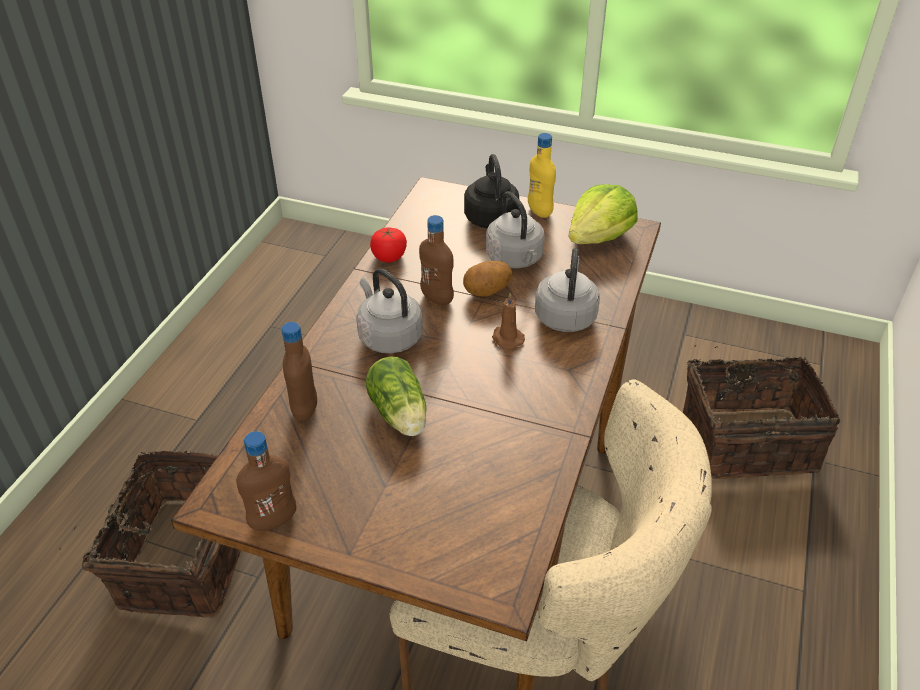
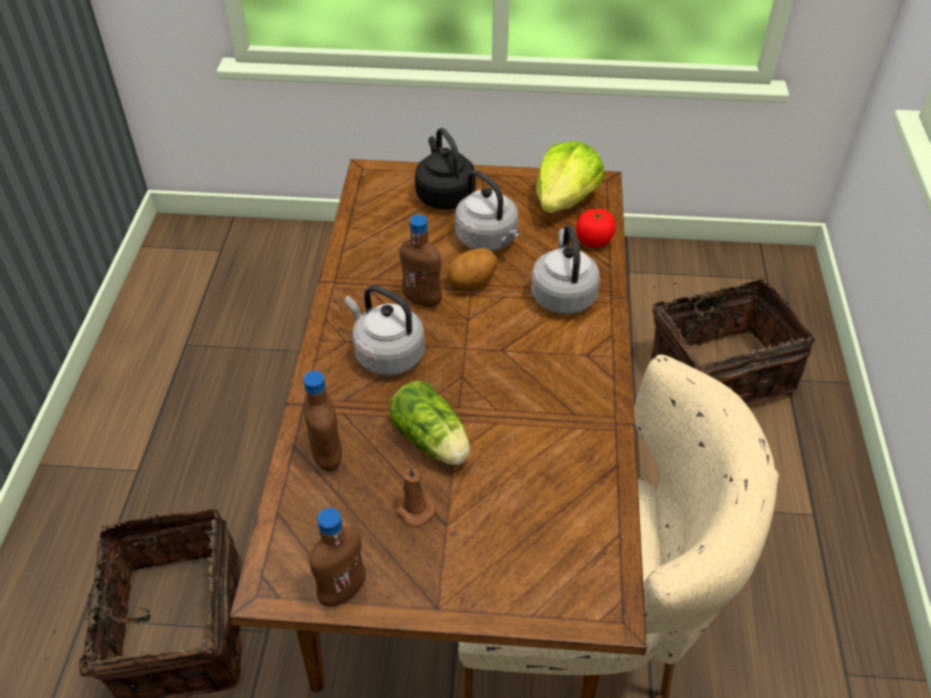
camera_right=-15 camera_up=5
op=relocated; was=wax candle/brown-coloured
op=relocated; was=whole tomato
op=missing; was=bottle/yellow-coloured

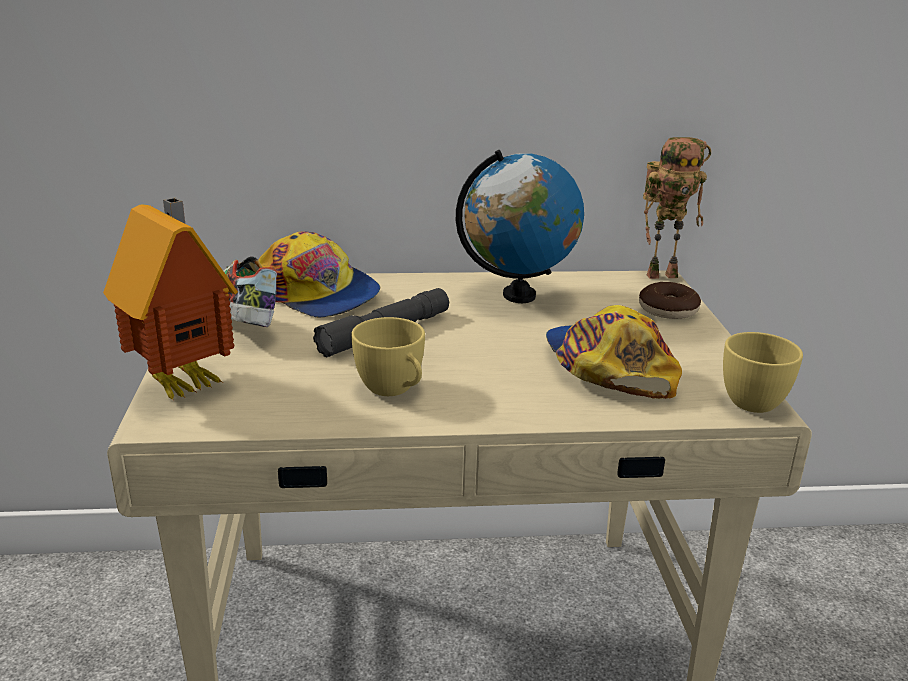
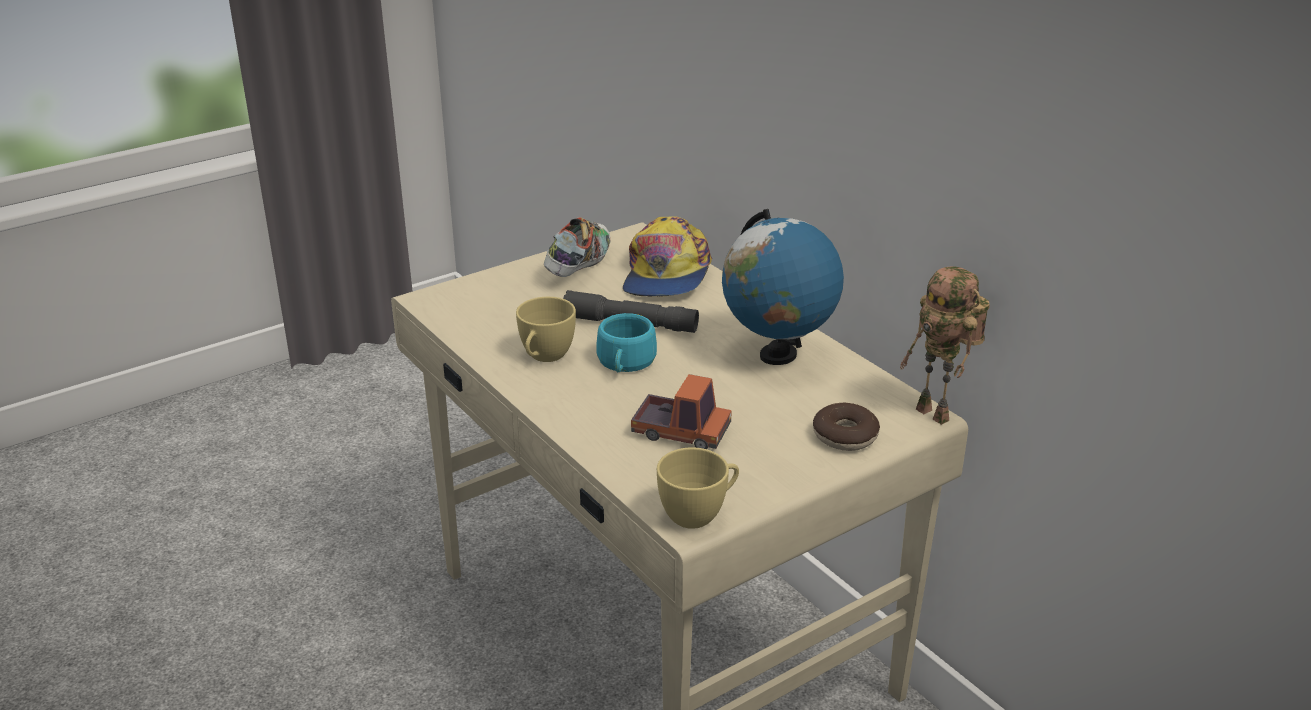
camera_right=60 camera_up=5
op=appeared; now=drinking cup/turquoise
op=exchanged; was=baseball cap (no. 2 from left); now=toy lorry
op=missing; was=model house

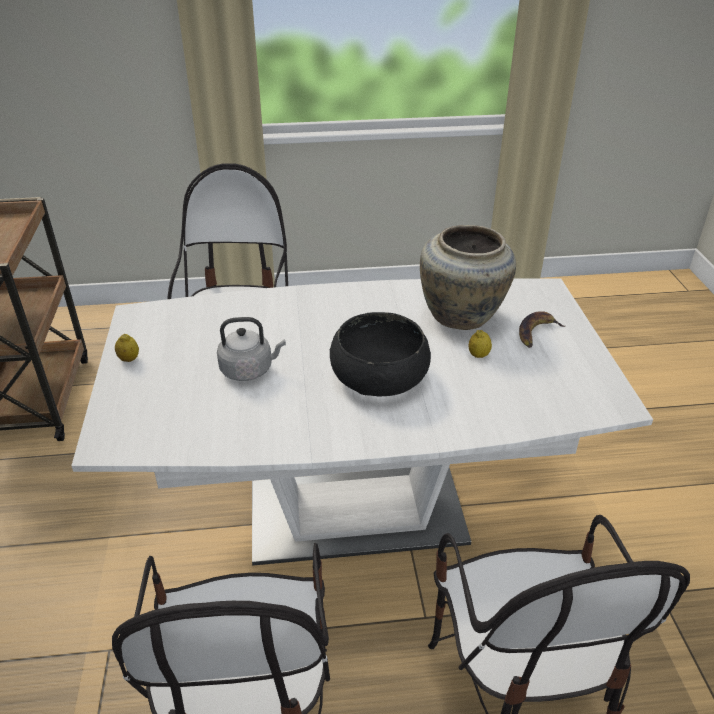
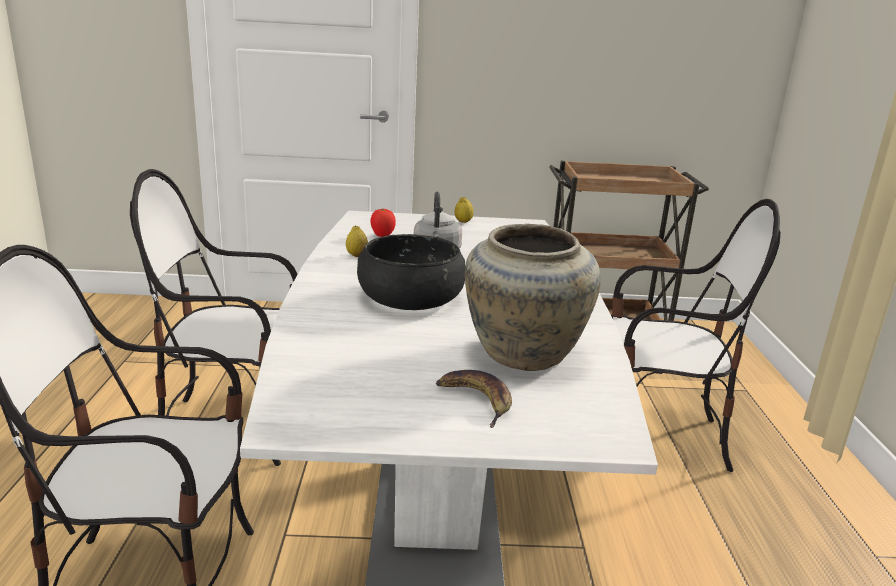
camera_right=95 camera_up=-15
op=relocated; was=citrus fruit (no. 2 from left in the first image); now=citrus fruit (no. 1 from left)
op=appeared; now=whole tomato

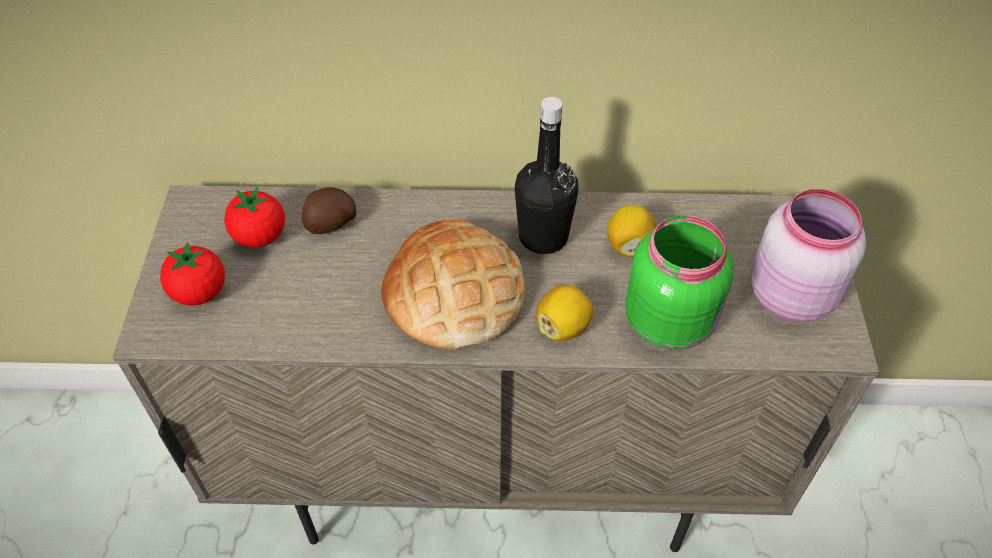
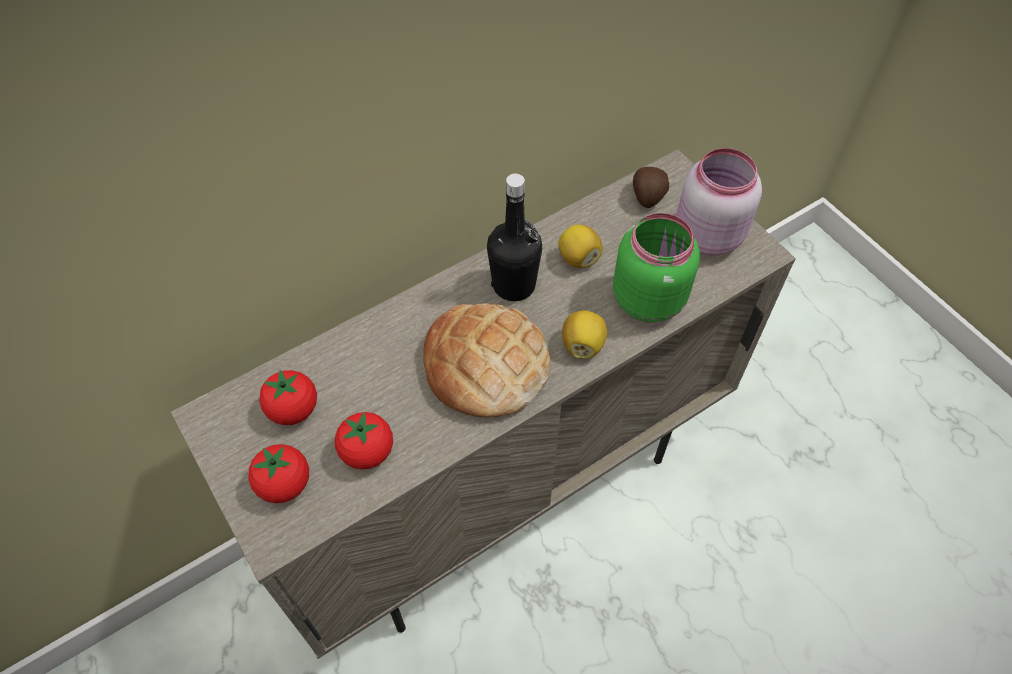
camera_right=-35 camera_up=5
op=appeared; now=whole tomato (no. 3 from left)
op=relocated; was=spud

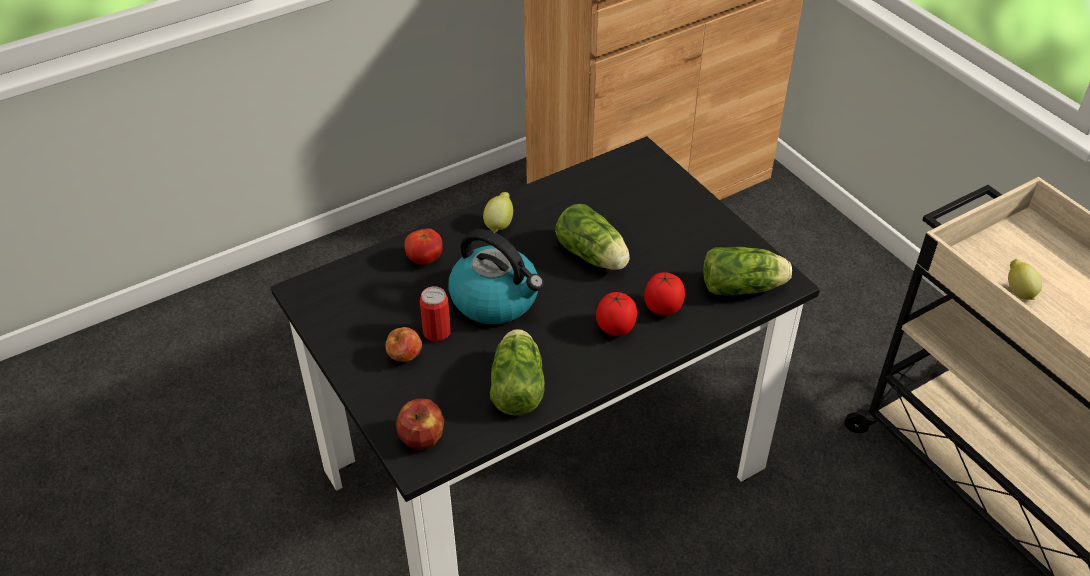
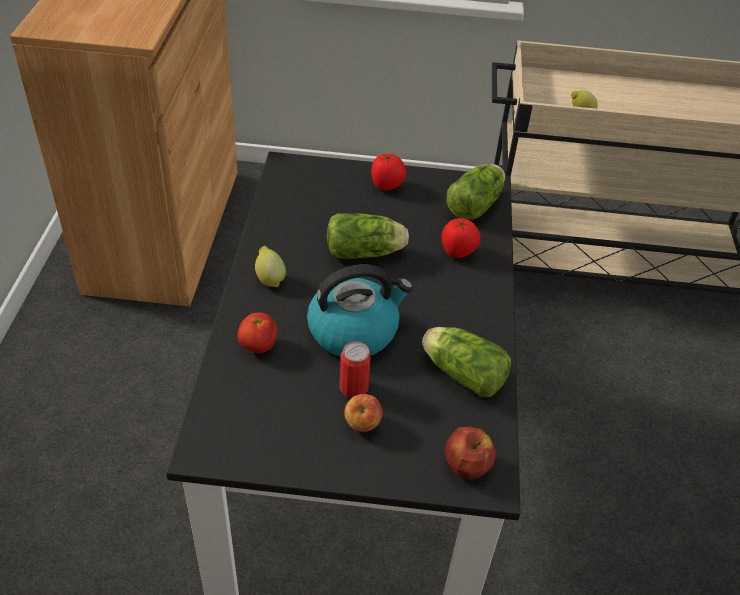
camera_right=-55 camera_up=0
op=relocated; was=whole tomato (no. 2 from left)

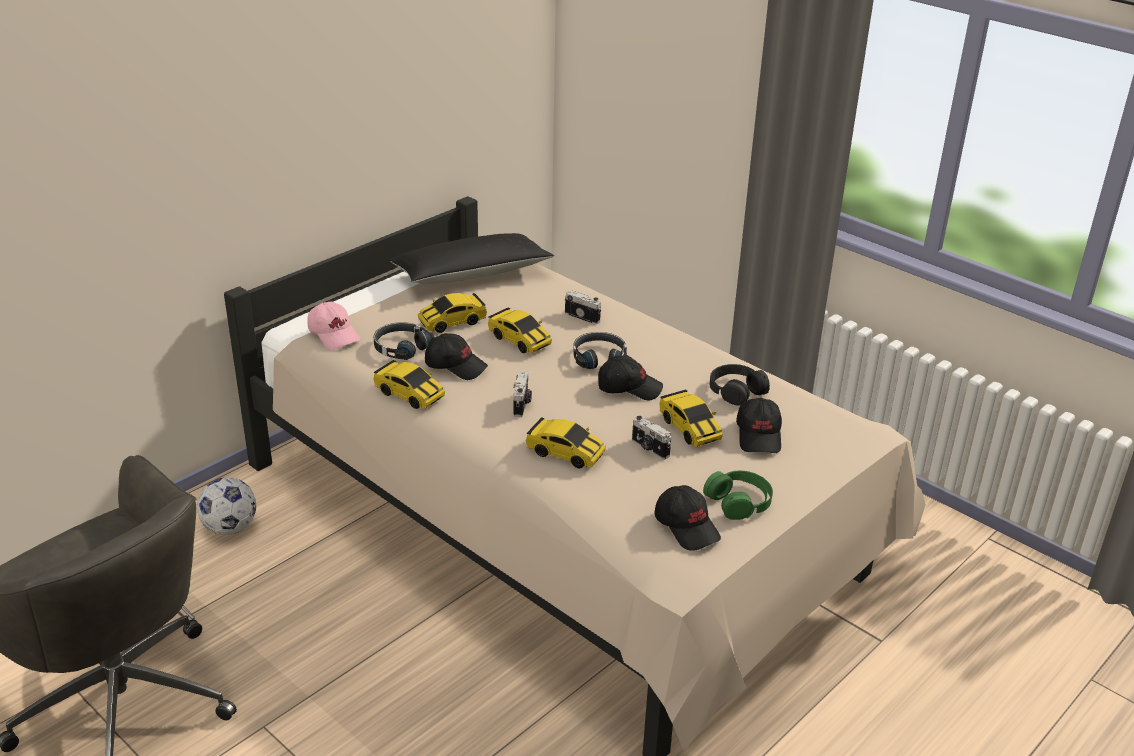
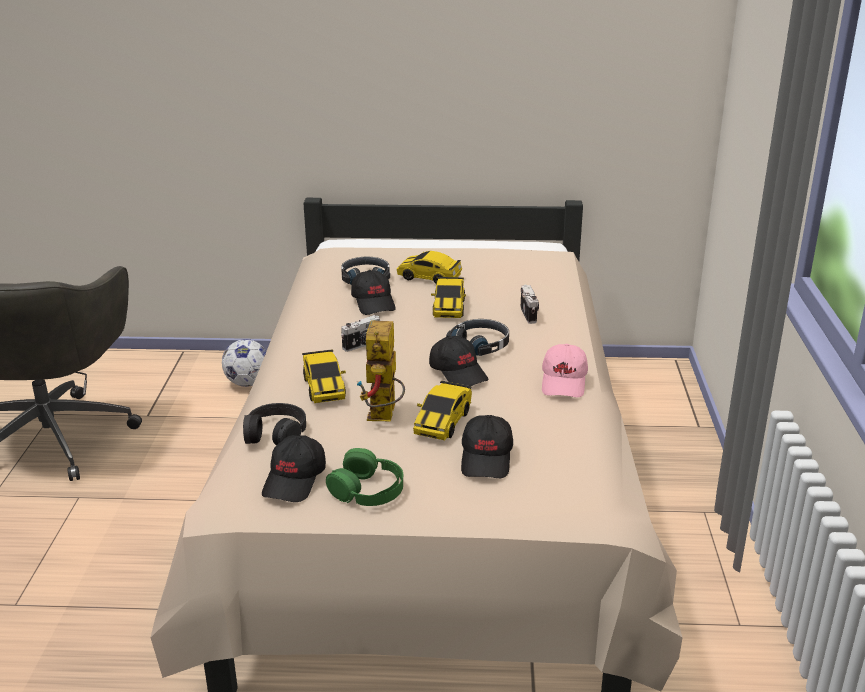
camera_right=50 camera_up=-5
op=relocated; was=pair of headphones/black (no. 3 from left in the first image); now=pair of headphones/black (no. 1 from left)
op=exchanged; was=photo camera (no. 3 from left); now=model robot
op=spun; was=baseball cap/black (no. 4 from left); clockwise=-45
op=relocated; was=baseball cap/pink-coloured
op=missing; was=toy car (no. 1 from left)
op=missing; was=pillow/black

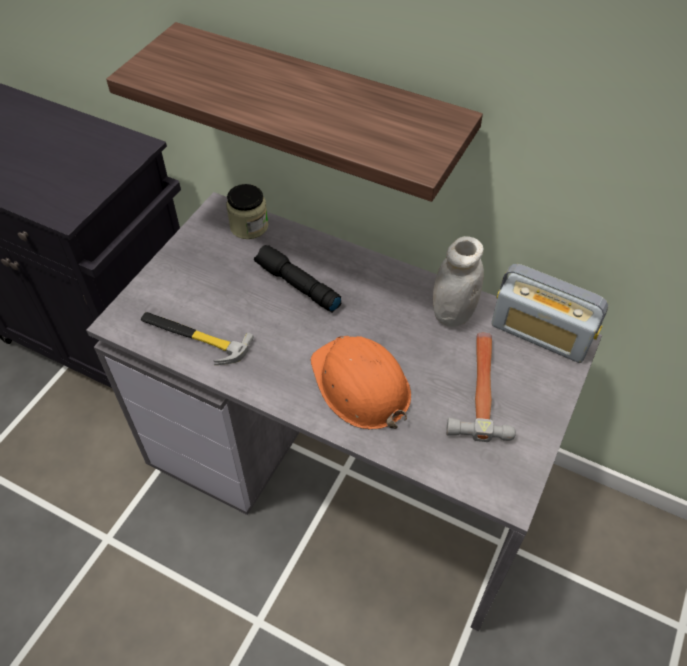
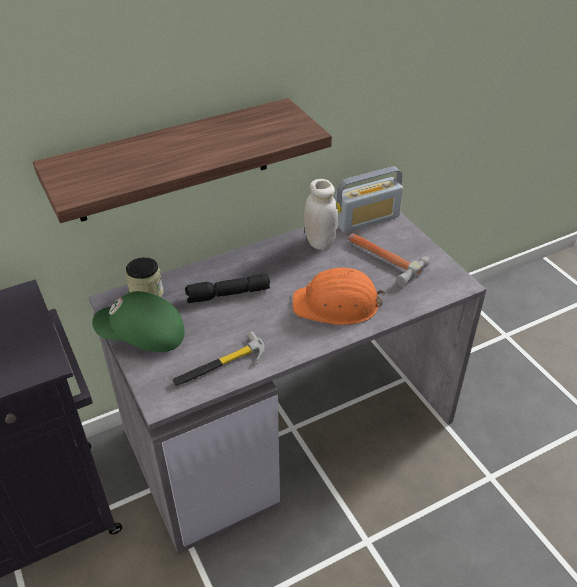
camera_right=-55 camera_up=-10
op=appeared; now=baseball cap/greenish

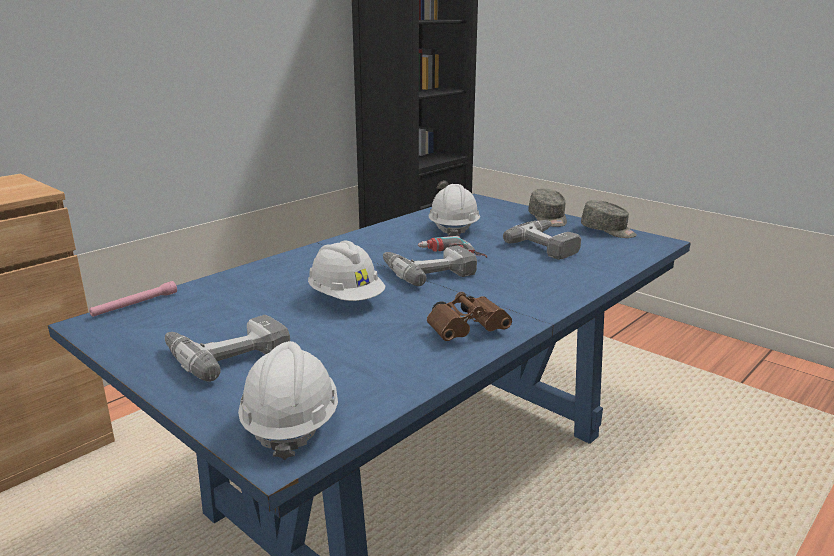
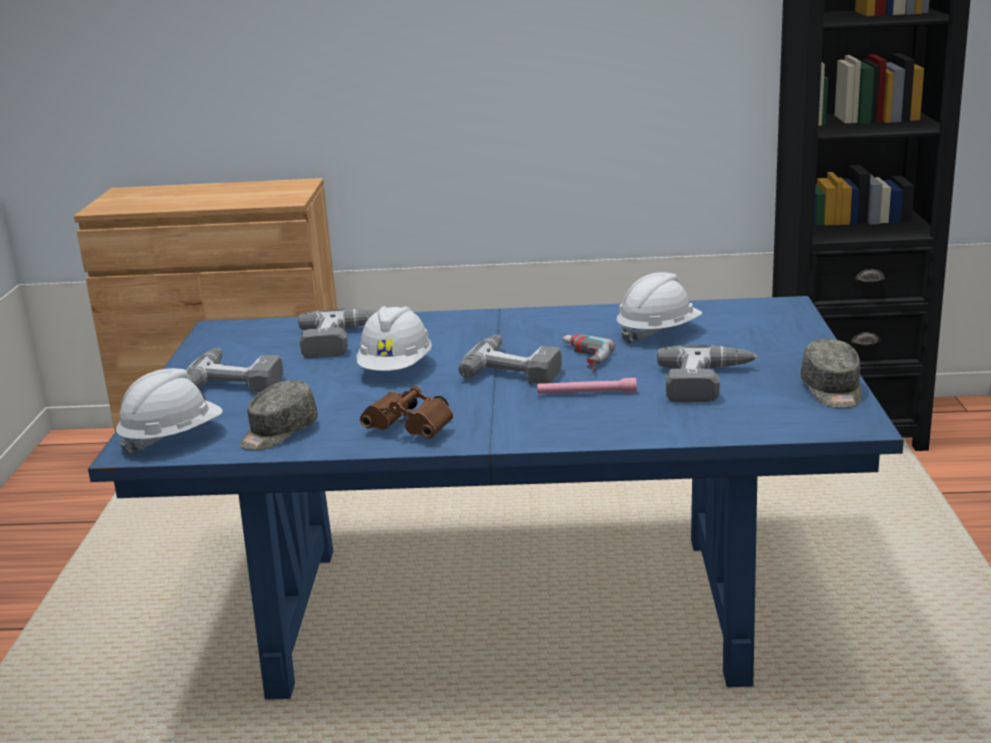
camera_right=50 camera_up=0
op=relocated; was=baseball cap/gray (no. 1 from left)
op=appeared; now=electric drill (no. 2 from left)
op=relocated; was=torch/pink-coloured

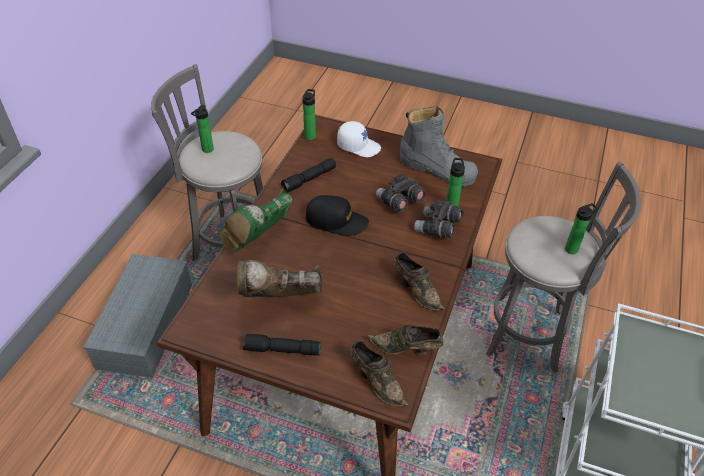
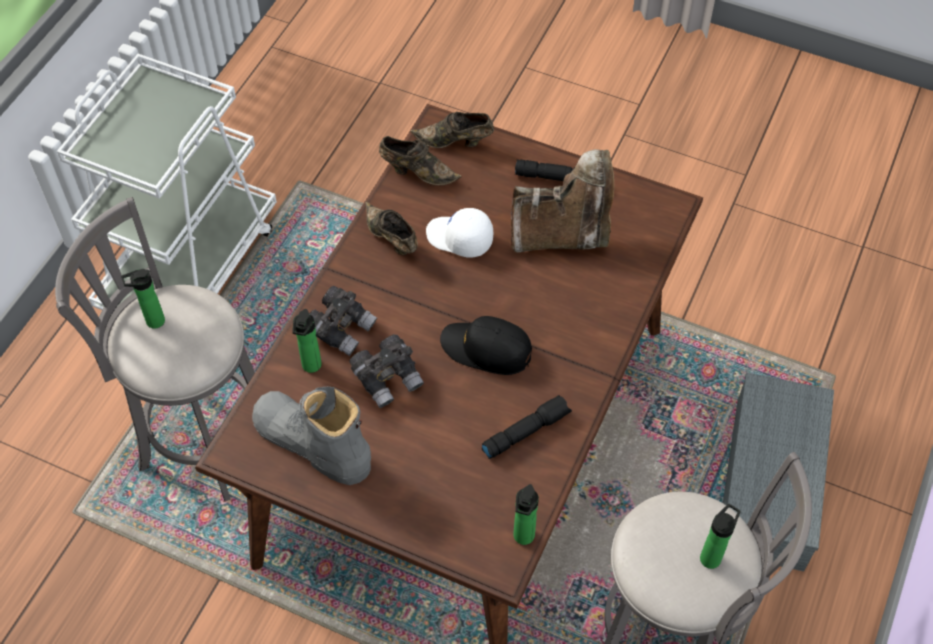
camera_right=-175 camera_up=10
op=spun; was=item of footwear/brown-coloured (no. 1 from left in the first image); clockwise=-45
op=relocated; was=baseball cap/white
op=missing; was=tall boot/greenish

